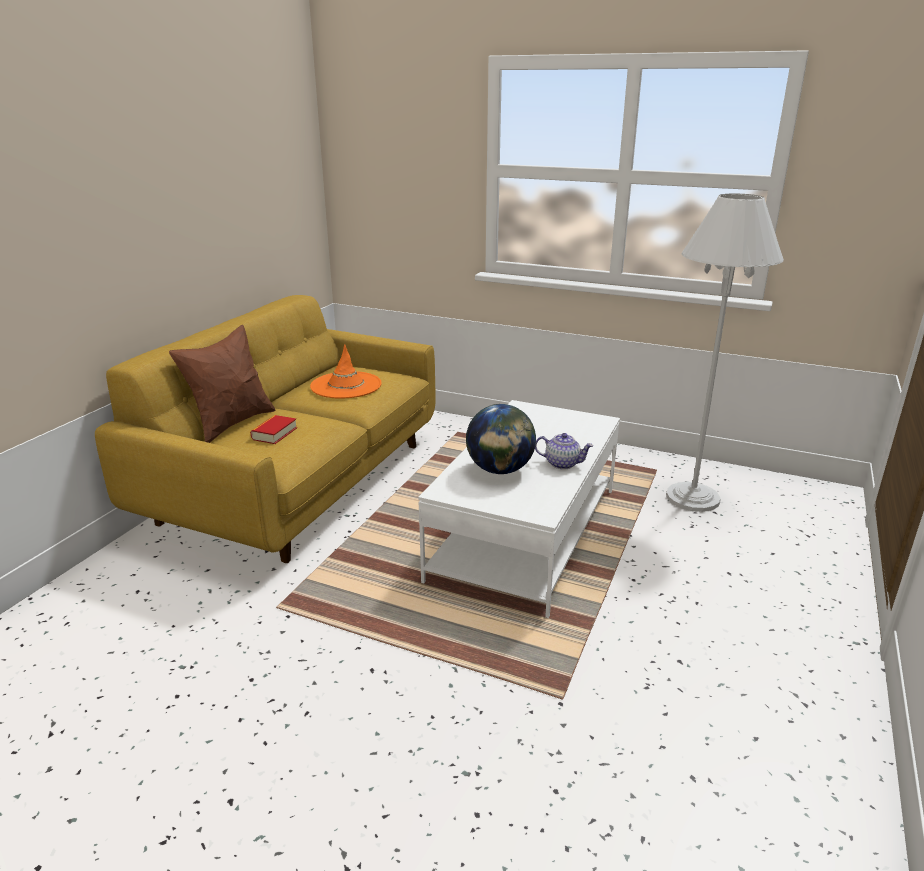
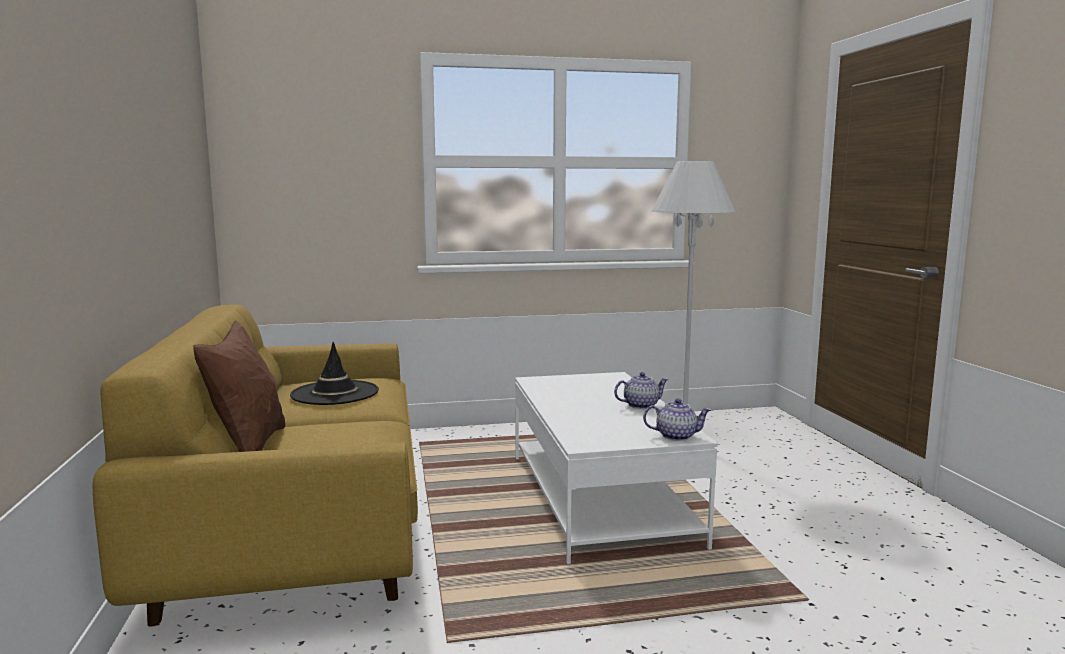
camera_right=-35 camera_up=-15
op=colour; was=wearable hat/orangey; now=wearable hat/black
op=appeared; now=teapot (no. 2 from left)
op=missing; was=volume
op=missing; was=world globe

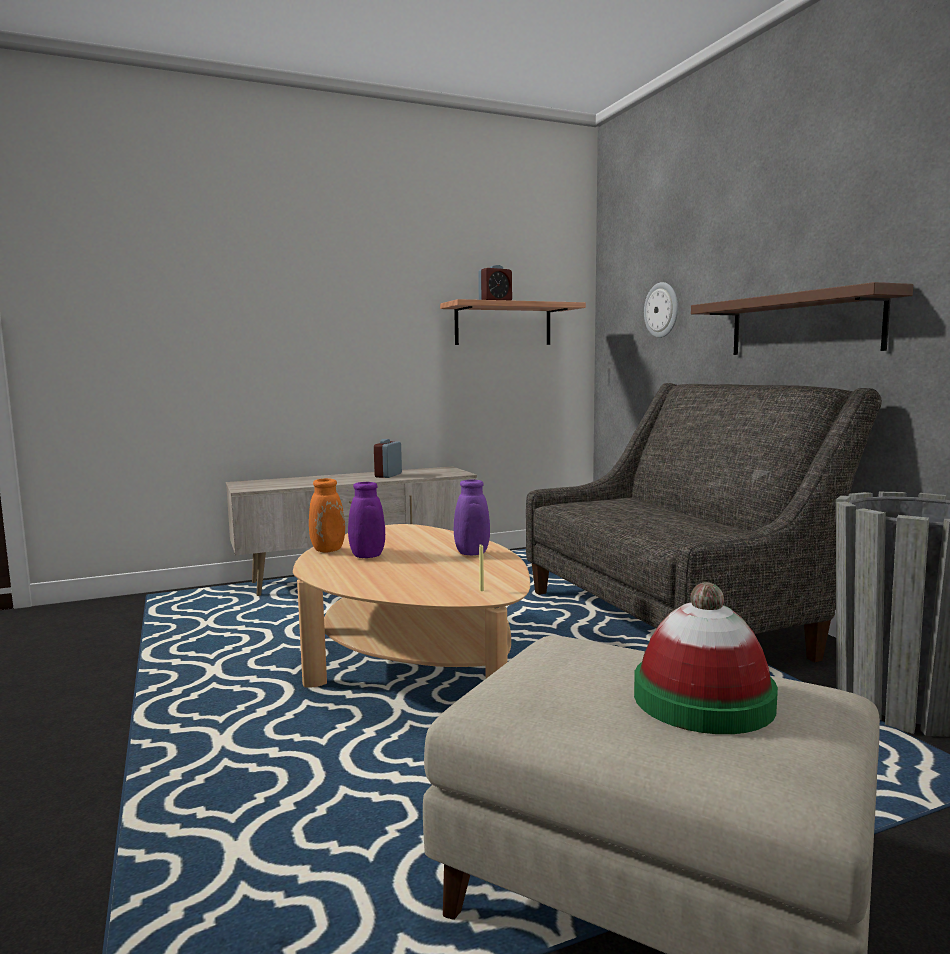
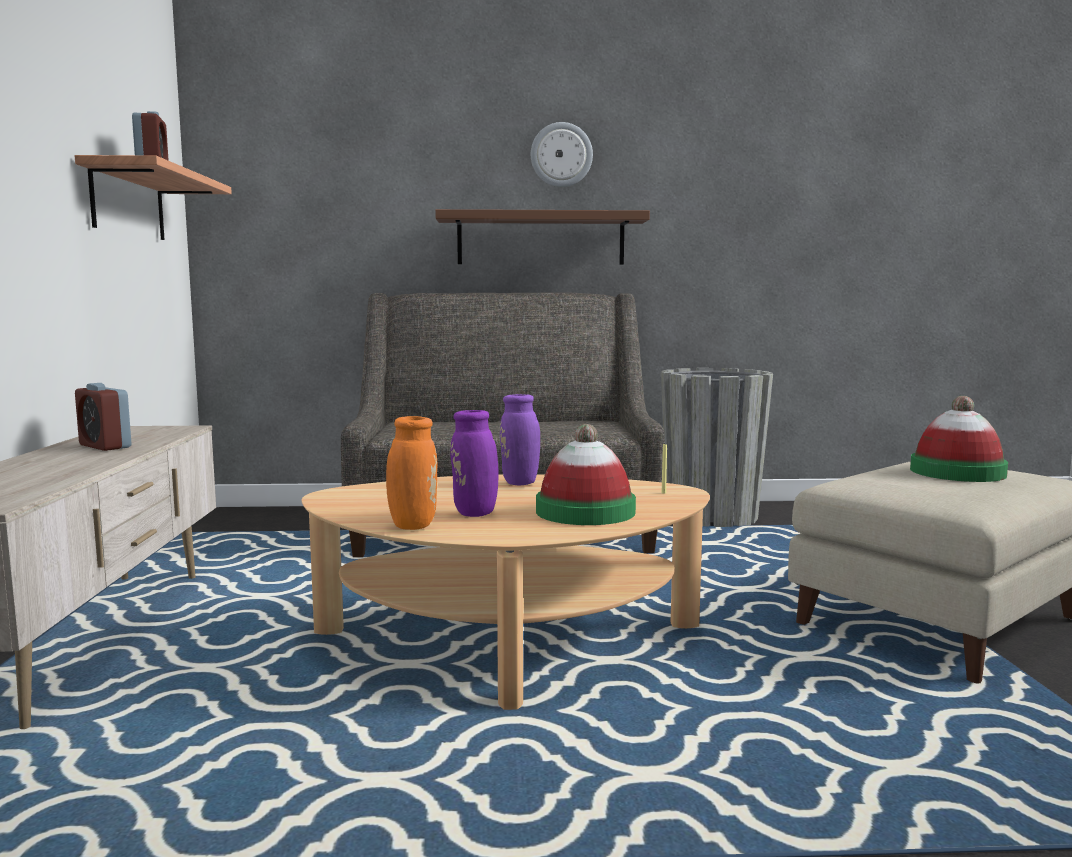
camera_right=-70 camera_up=0
op=relocated; was=hanging clock
op=appeared; now=wearable hat (no. 1 from left)

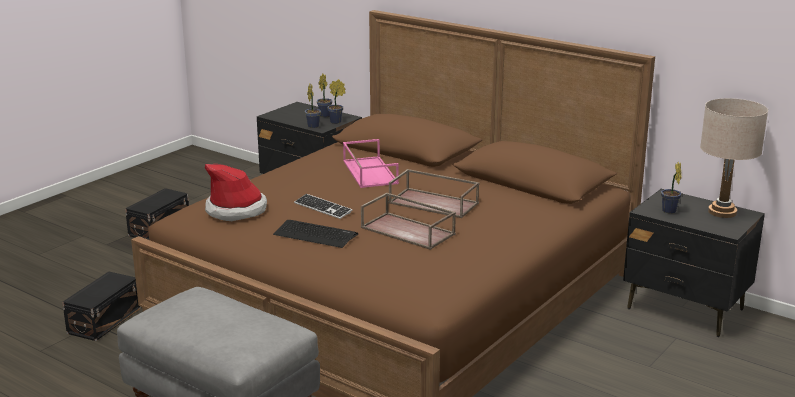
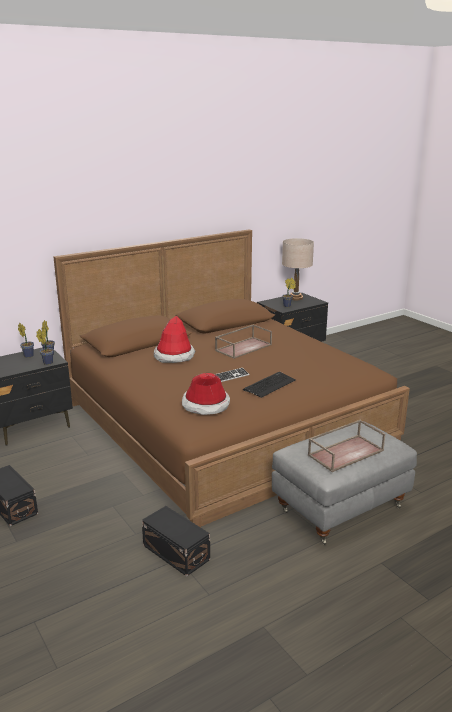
camera_right=-70 camera_up=0
op=exchanged; was=carrying tray/pink-coloured; now=wearable hat (no. 1 from left)
op=relocated; was=carrying tray/brown-coloured (no. 1 from left in the first image); now=carrying tray/brown-coloured (no. 2 from left)

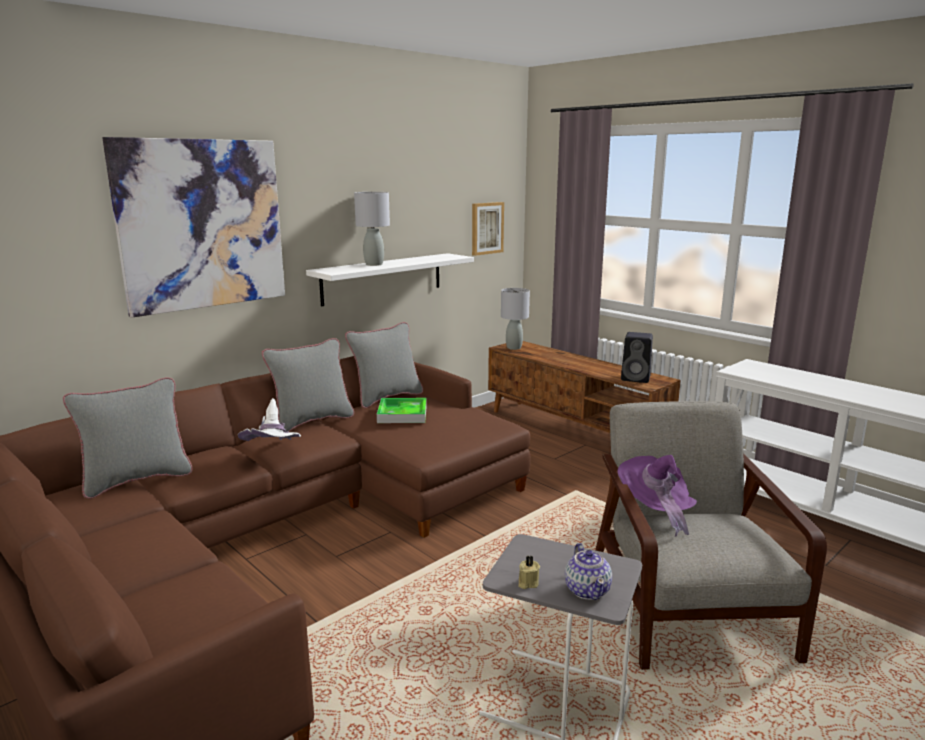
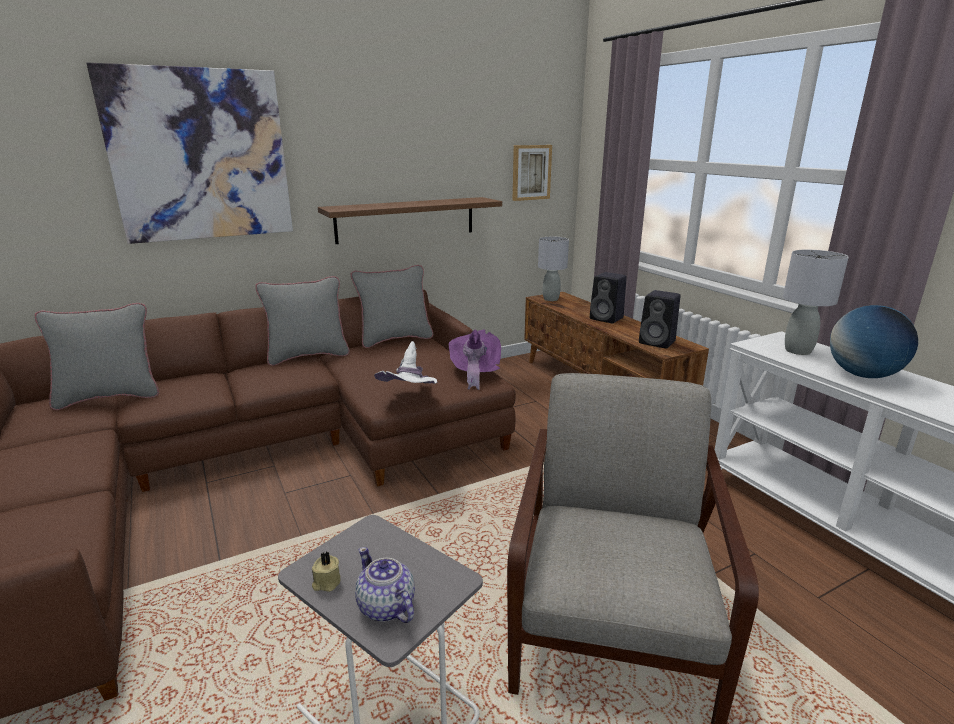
camera_right=15 camera_up=5
op=colour; was=shelf/white; now=shelf/brown-coloured
op=spun; was=teapot; clockwise=135
op=relocated; was=wearable hat/white
op=relocated; was=wearable hat/purple-coloured
op=appeared; now=audio speaker/black (no. 1 from left)
op=relocated; was=table lamp/gray (no. 1 from left in the first image); now=table lamp/gray (no. 2 from left)
op=appeared; now=world globe
op=missing; was=carrying tray

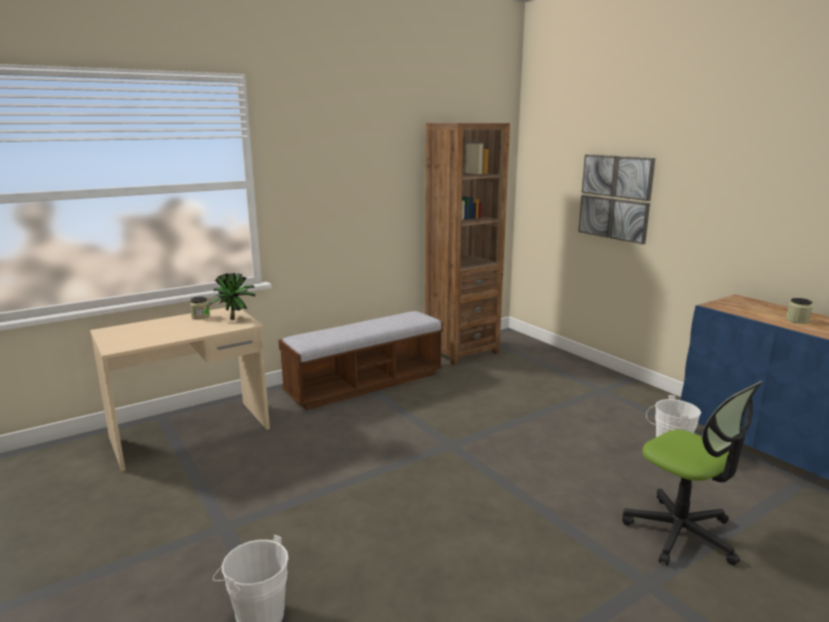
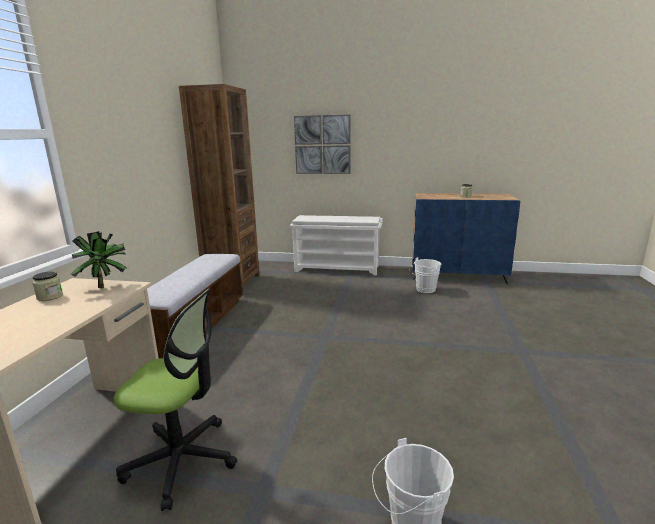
camera_right=-45 camera_up=0
op=relocated; was=computer chair
op=appeared; now=shoe stand/white

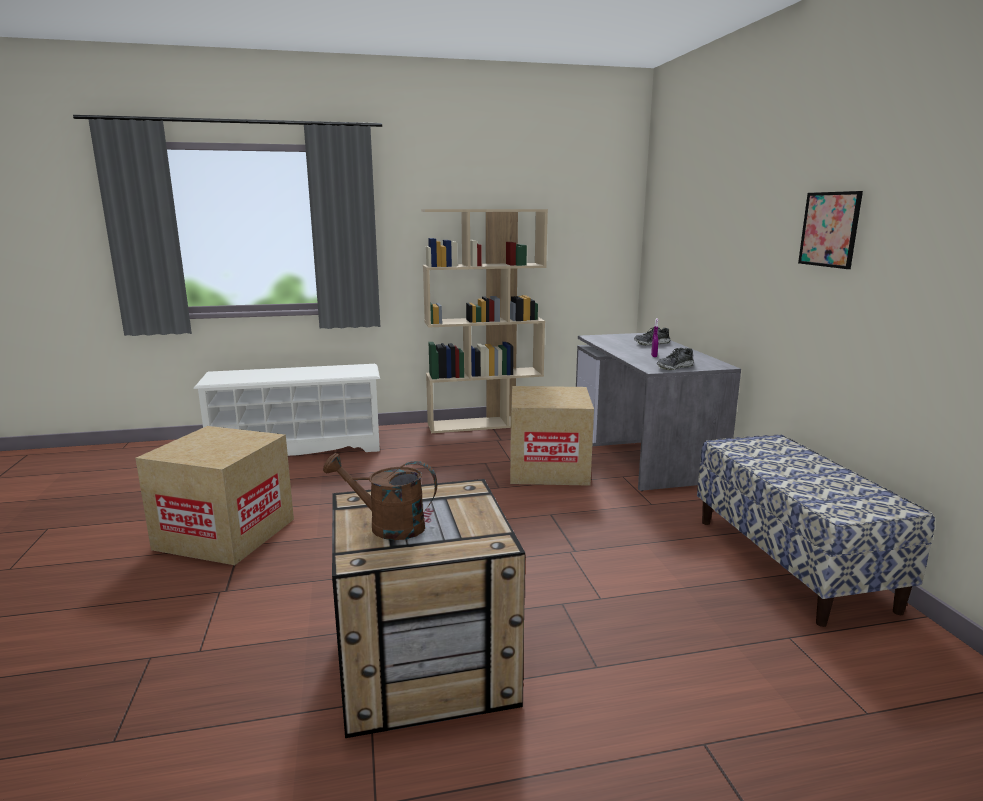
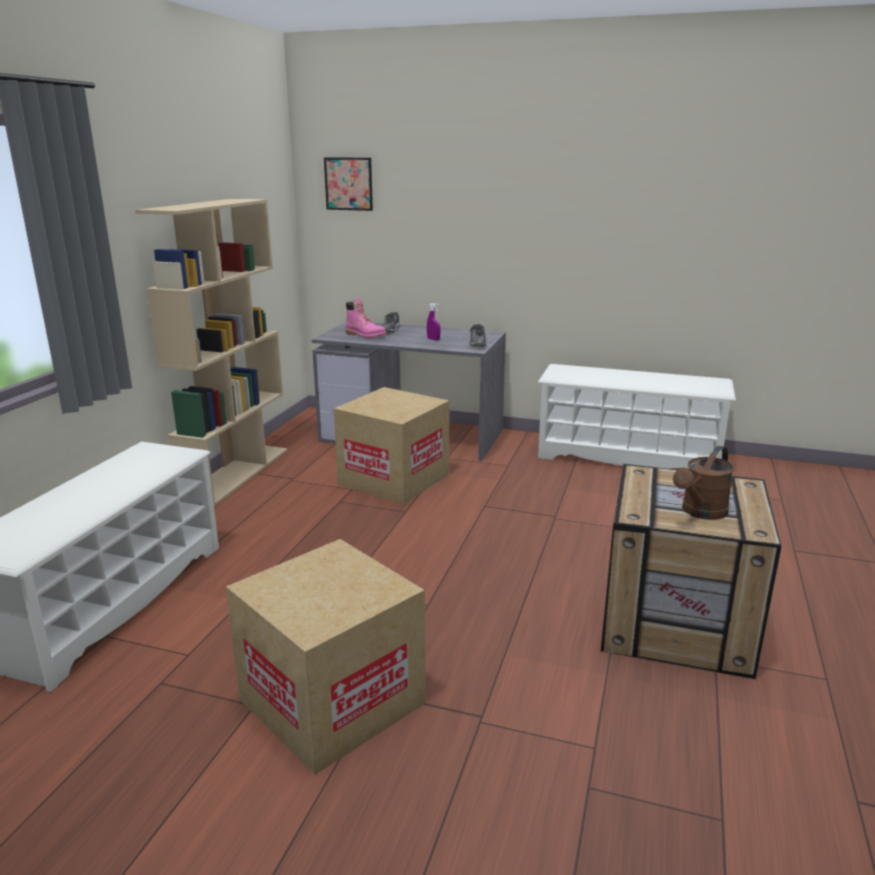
camera_right=-60 camera_up=5
op=relocated; was=wall picture
op=appeared; now=tall boot/pink-coloured
op=exchanged; was=bench; now=shoe stand/white (no. 2 from left)

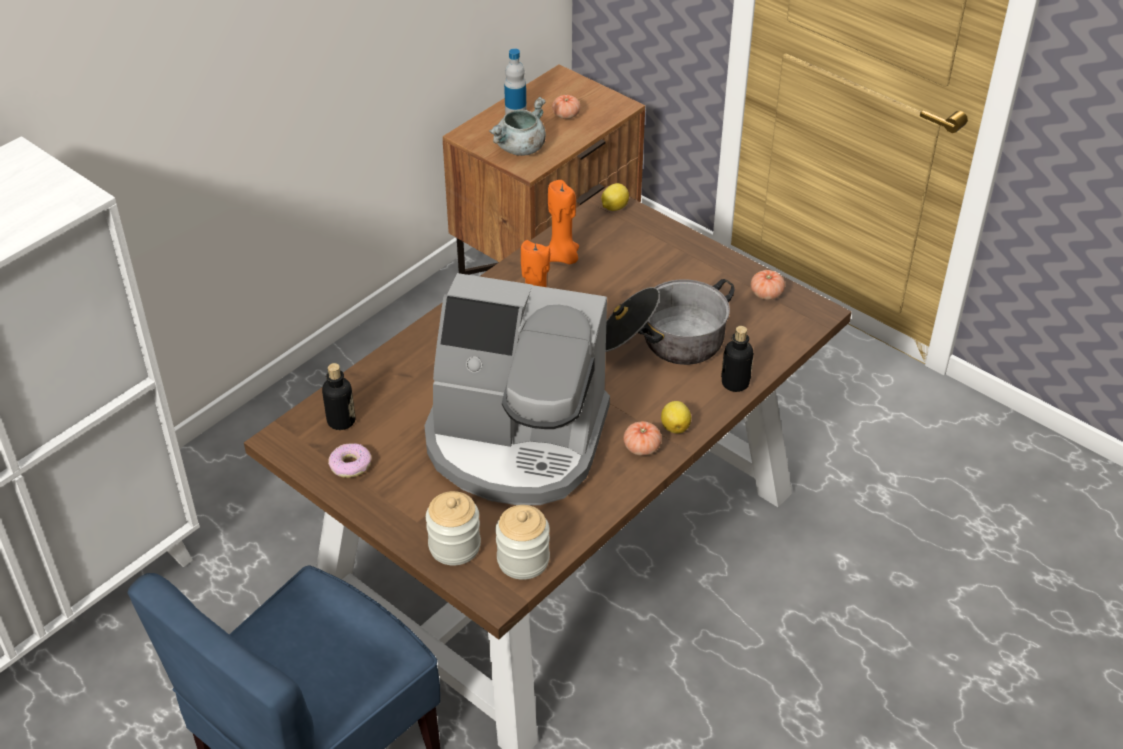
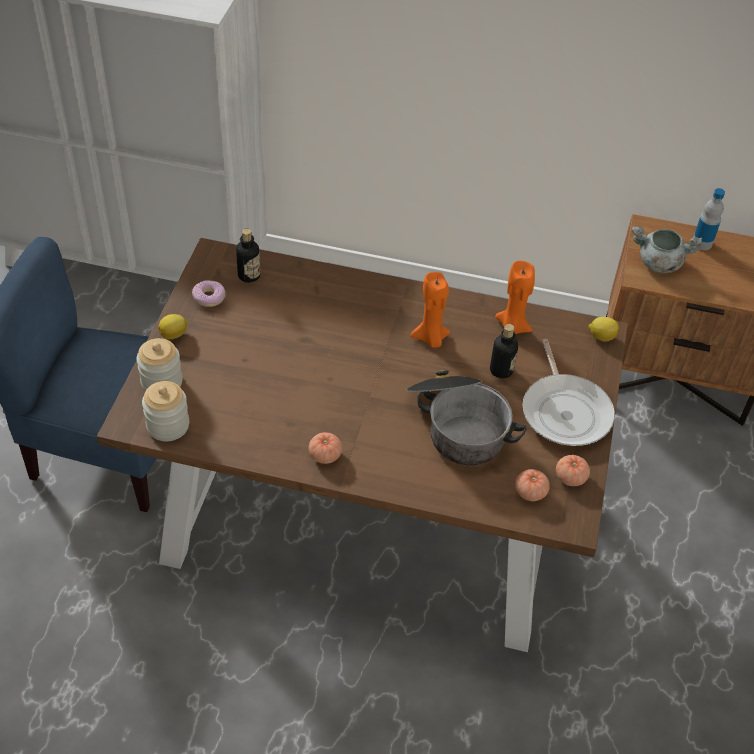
camera_right=60 camera_up=5
op=relocated; was=citrus fruit (no. 2 from left in the first image); now=citrus fruit (no. 1 from left)
op=relocated; was=bottle (no. 3 from left in the first image); now=bottle (no. 2 from left)
op=relocated; was=whole tomato (no. 1 from left in the first image); now=whole tomato (no. 2 from left)
op=appeared; now=frying pan
op=missing; was=coffee machine

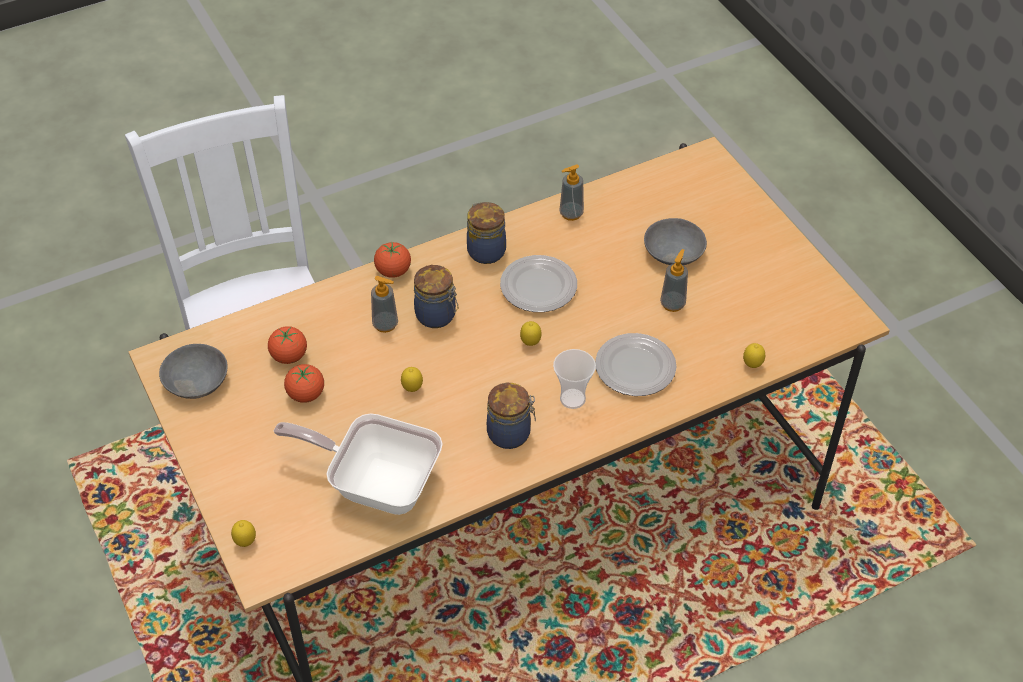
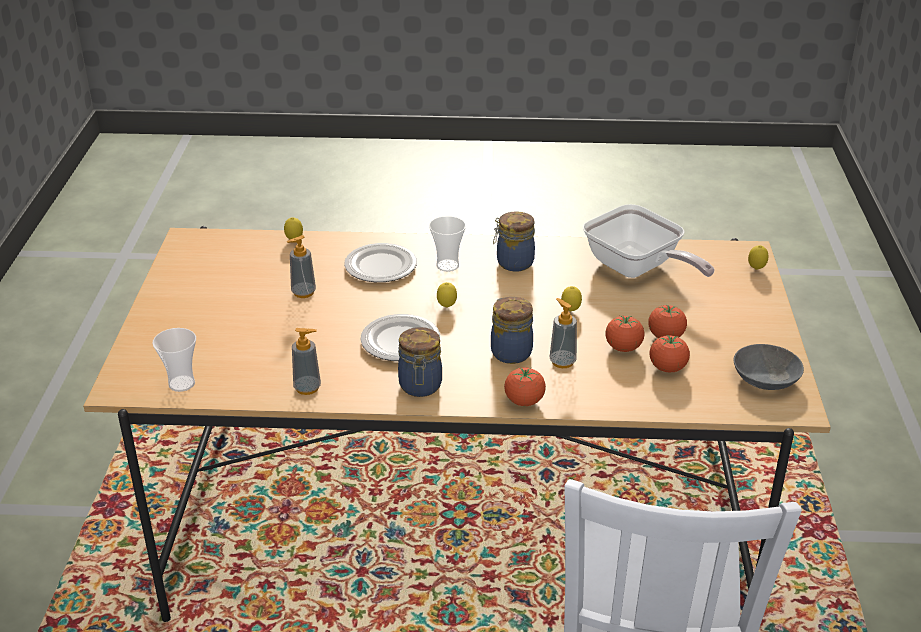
camera_right=-150 camera_up=-15
op=appeared; now=drinking cup (no. 1 from left)
op=appeared; now=whole tomato (no. 2 from left)
op=missing; was=deep dish/gray (no. 2 from left)

